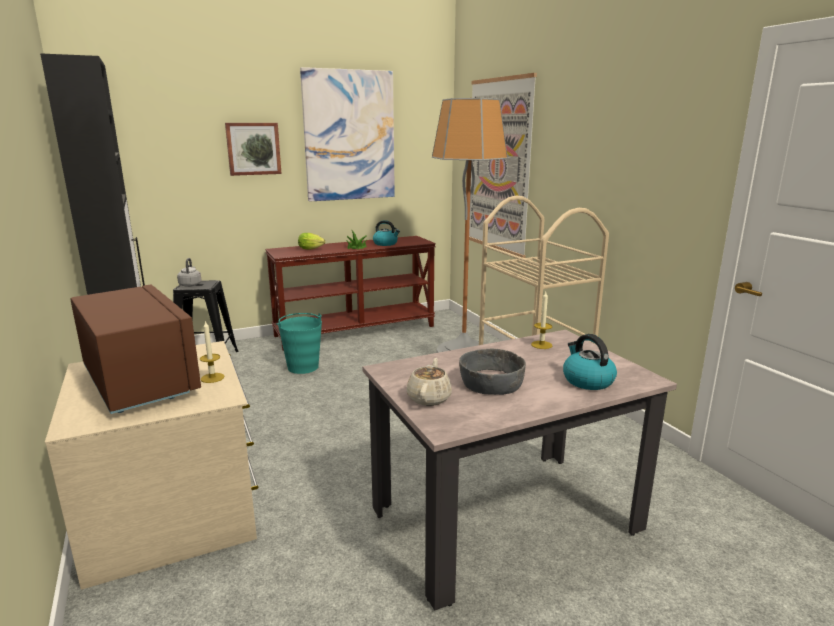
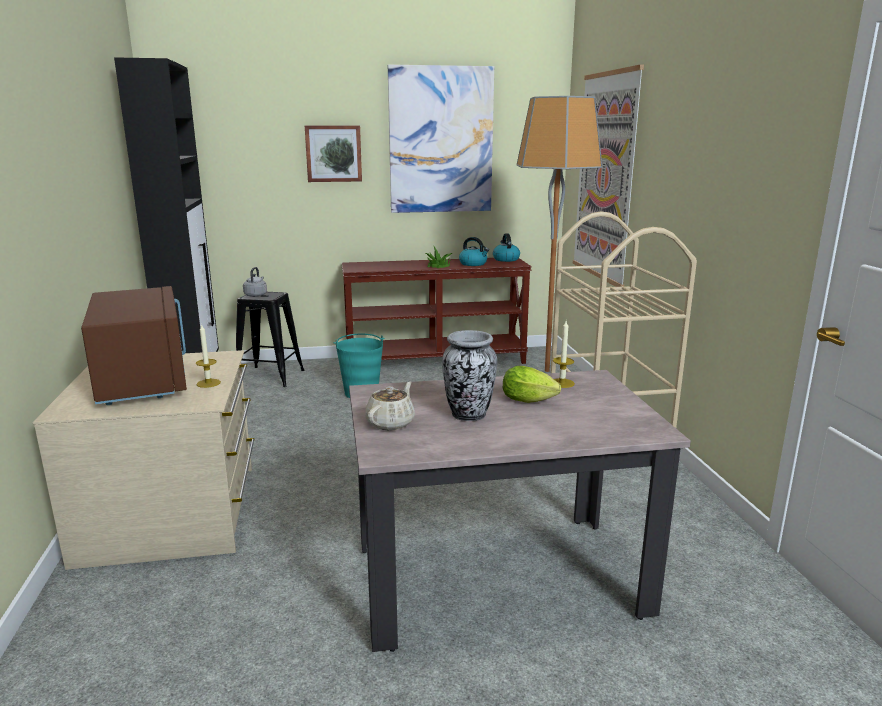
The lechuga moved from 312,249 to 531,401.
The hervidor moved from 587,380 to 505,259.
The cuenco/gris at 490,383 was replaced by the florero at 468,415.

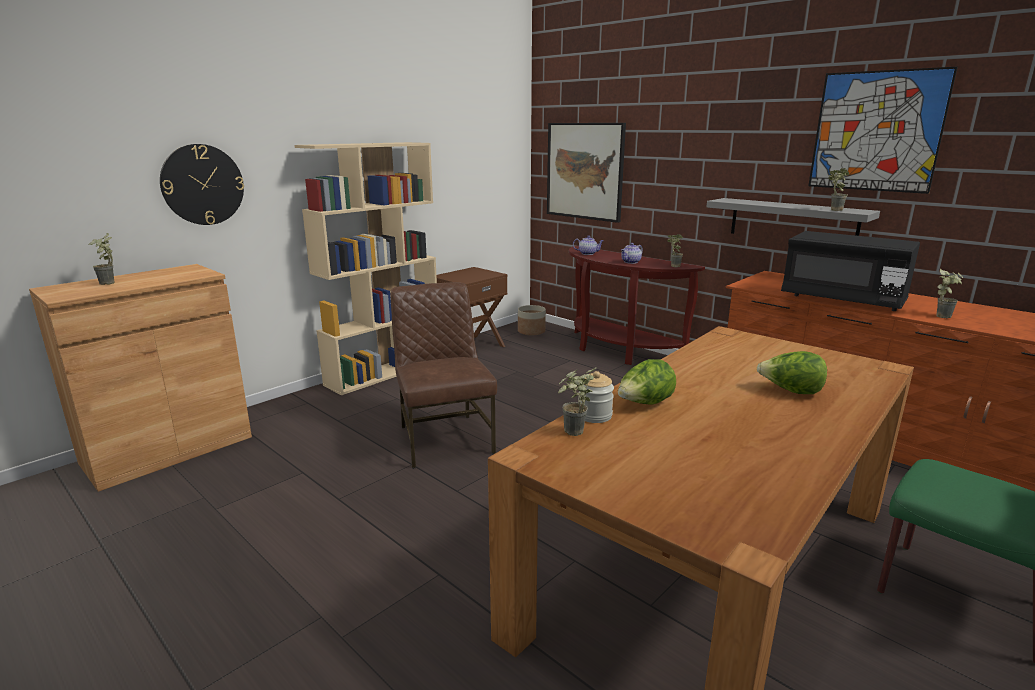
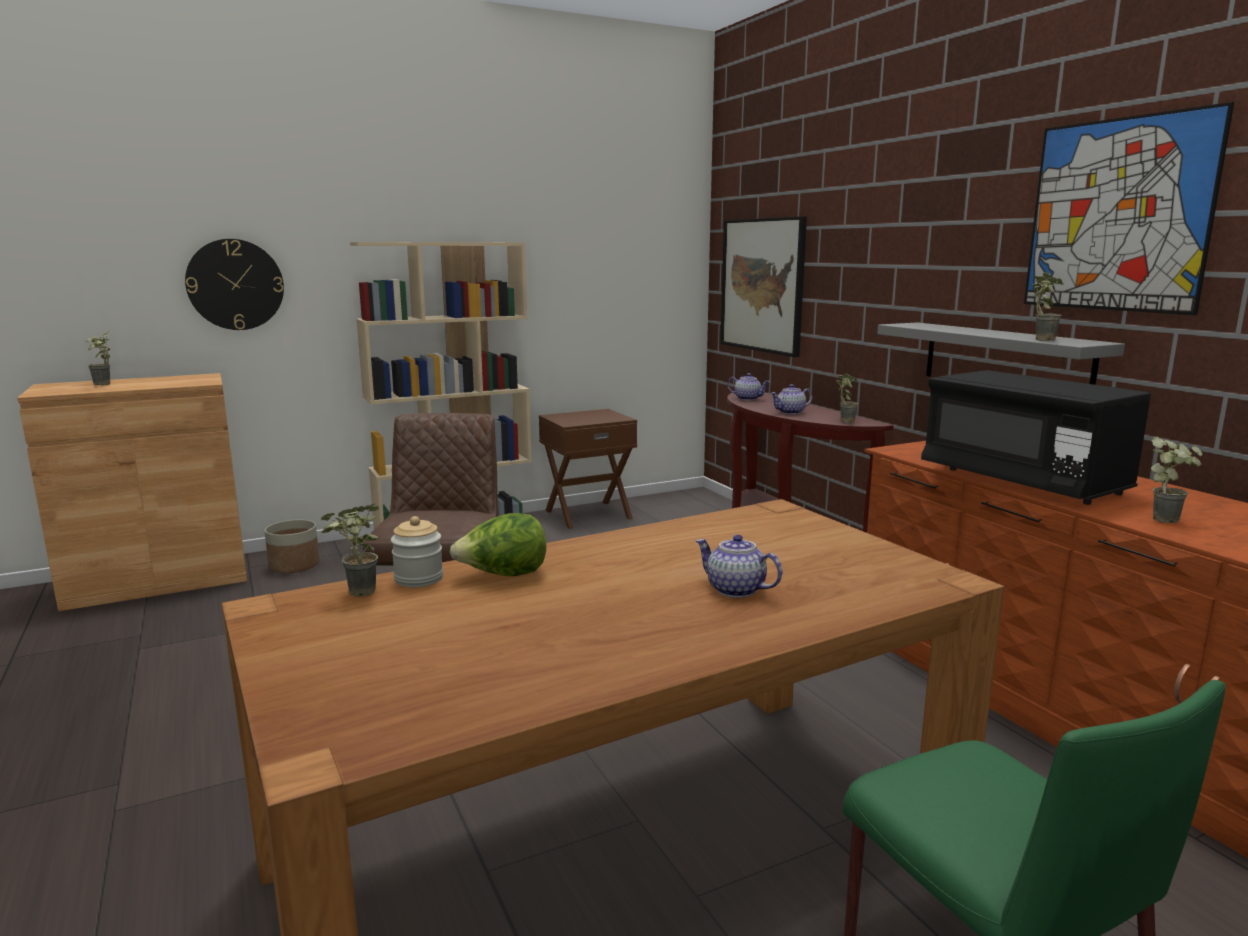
The maceta moved from 531,331 to 294,565.
The lechuga at 790,391 was replaced by the tetera at 735,590.

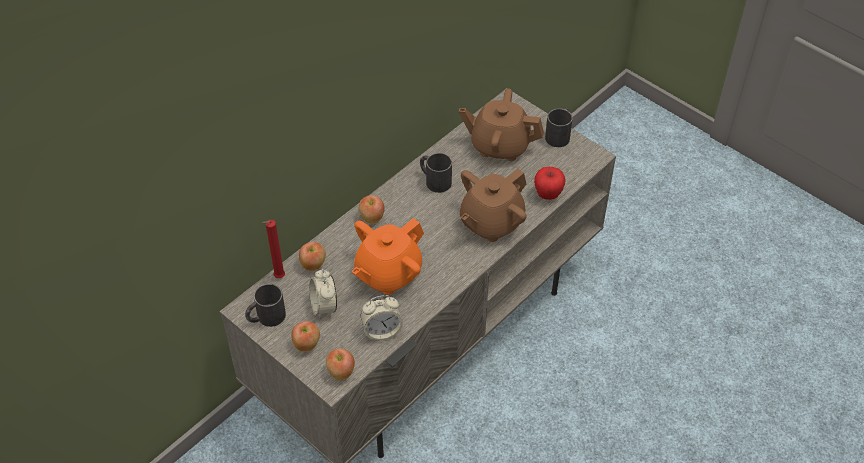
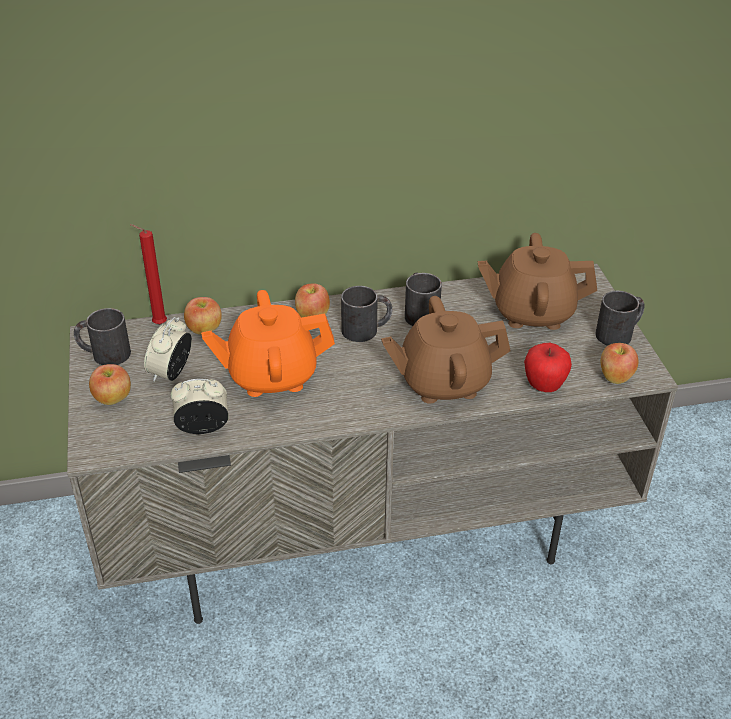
The taza grande/negro at 366,329 appeared.
The manzana moved from 340,372 to 615,377.
The despertador at 382,331 turned 150 degrees clockwise.
The tetera/marrón at 499,145 turned 45 degrees counterclockwise.

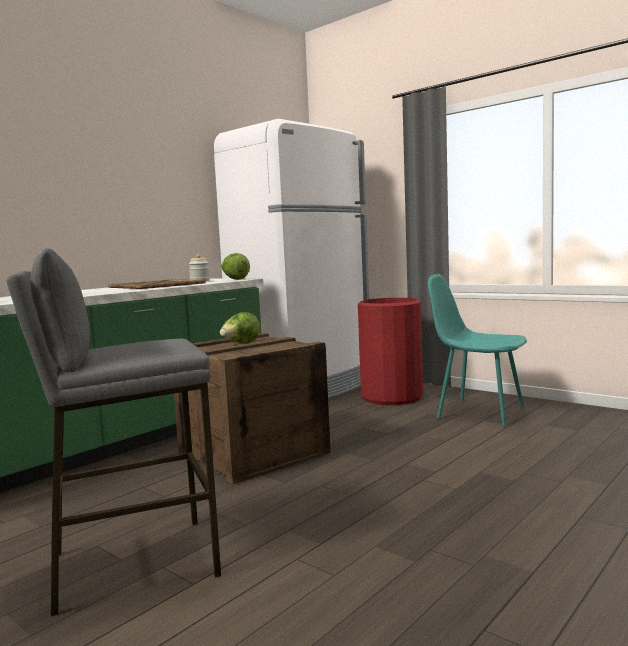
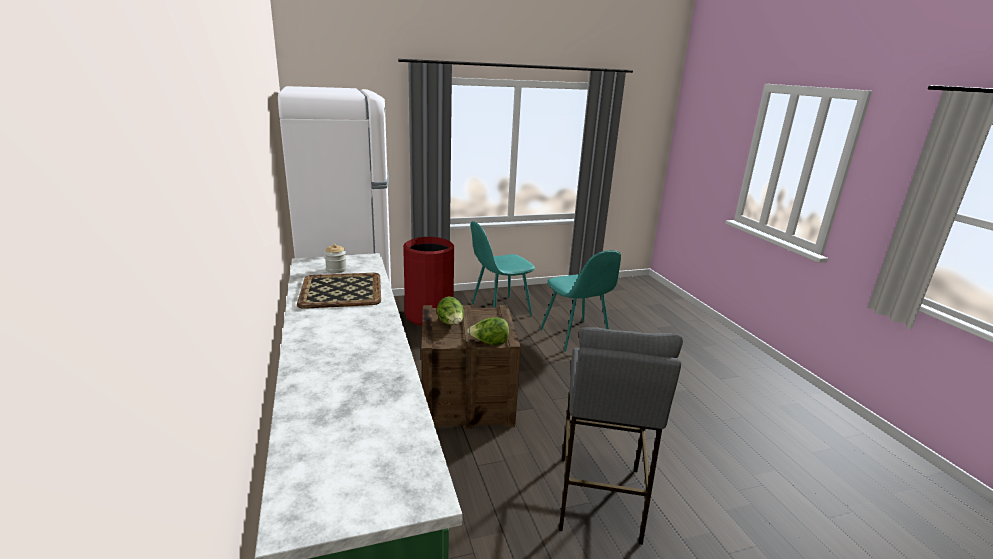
The silla/turquesa at 575,336 appeared.
The lechuga moved from 235,279 to 489,343.

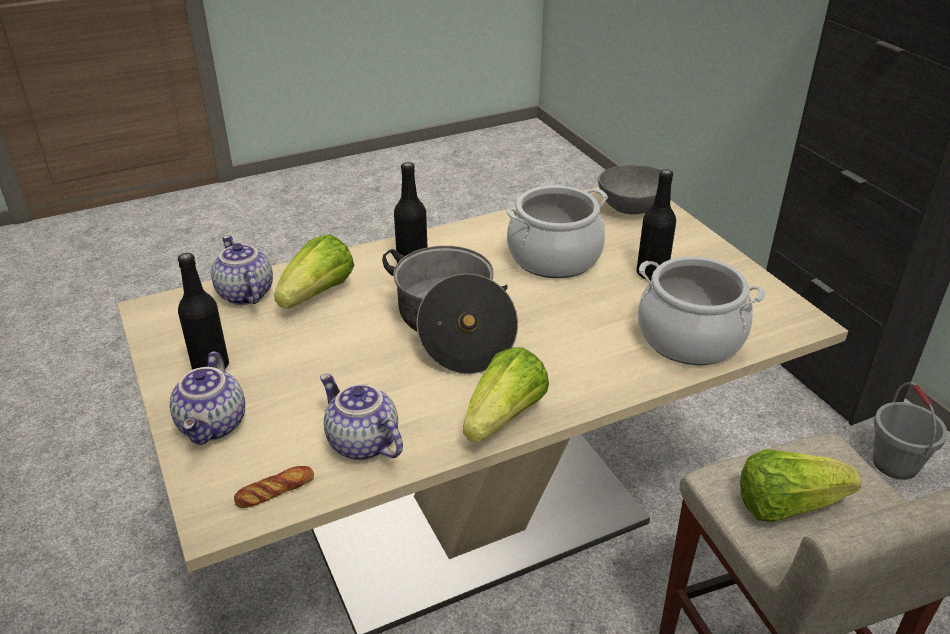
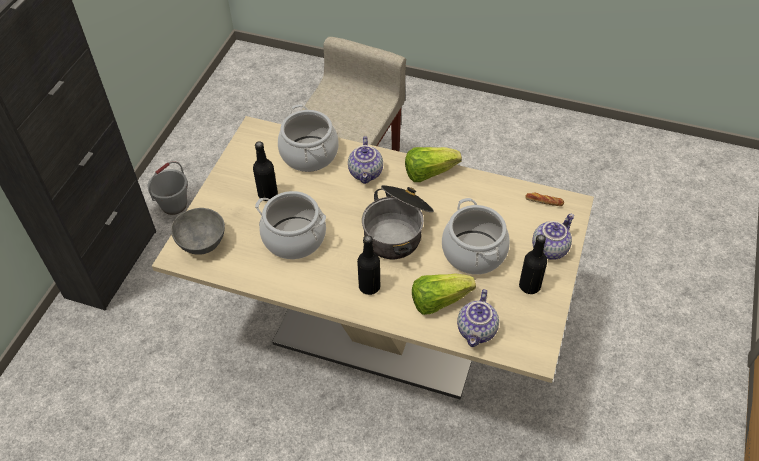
The lechuga at 786,505 disappeared.
The olla at 473,252 appeared.
The tetera moved from 361,443 to 366,173.

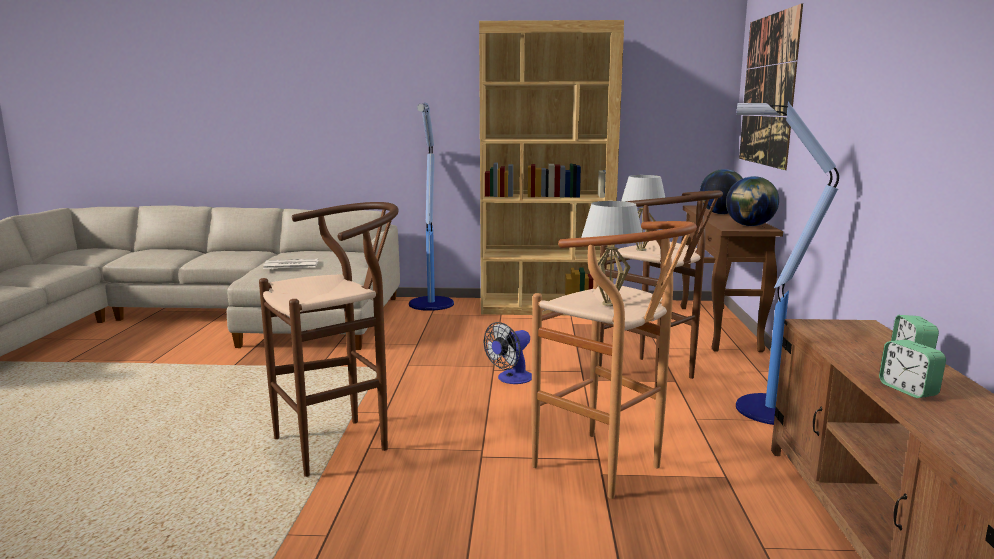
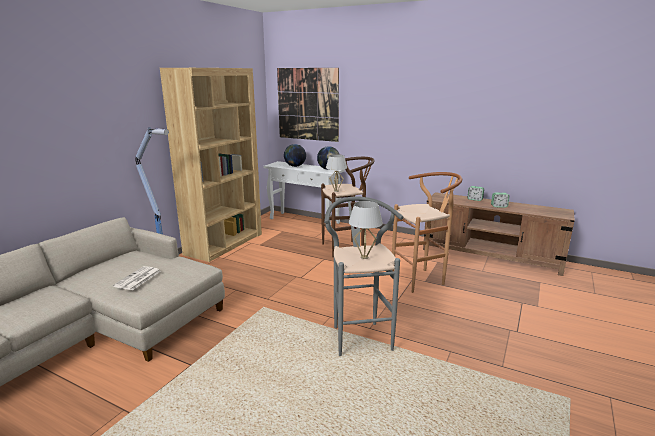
The ventilador at 511,379 disappeared.
The lámpara de pie at 768,409 disappeared.
The lámpara de mesa/blanco moved from 609,304 to 364,257.
The taburete/marrón at 342,443 became the taburete/gris at 359,335.
The mesa consola/marrón at 719,328 became the mesa consola/blanco at 305,221.

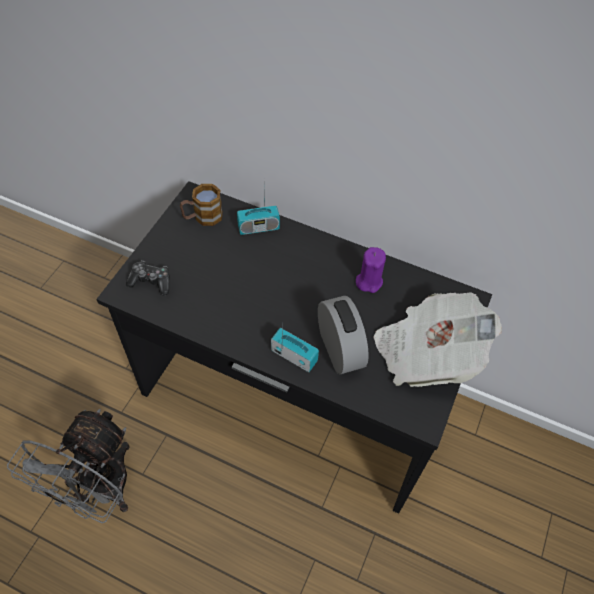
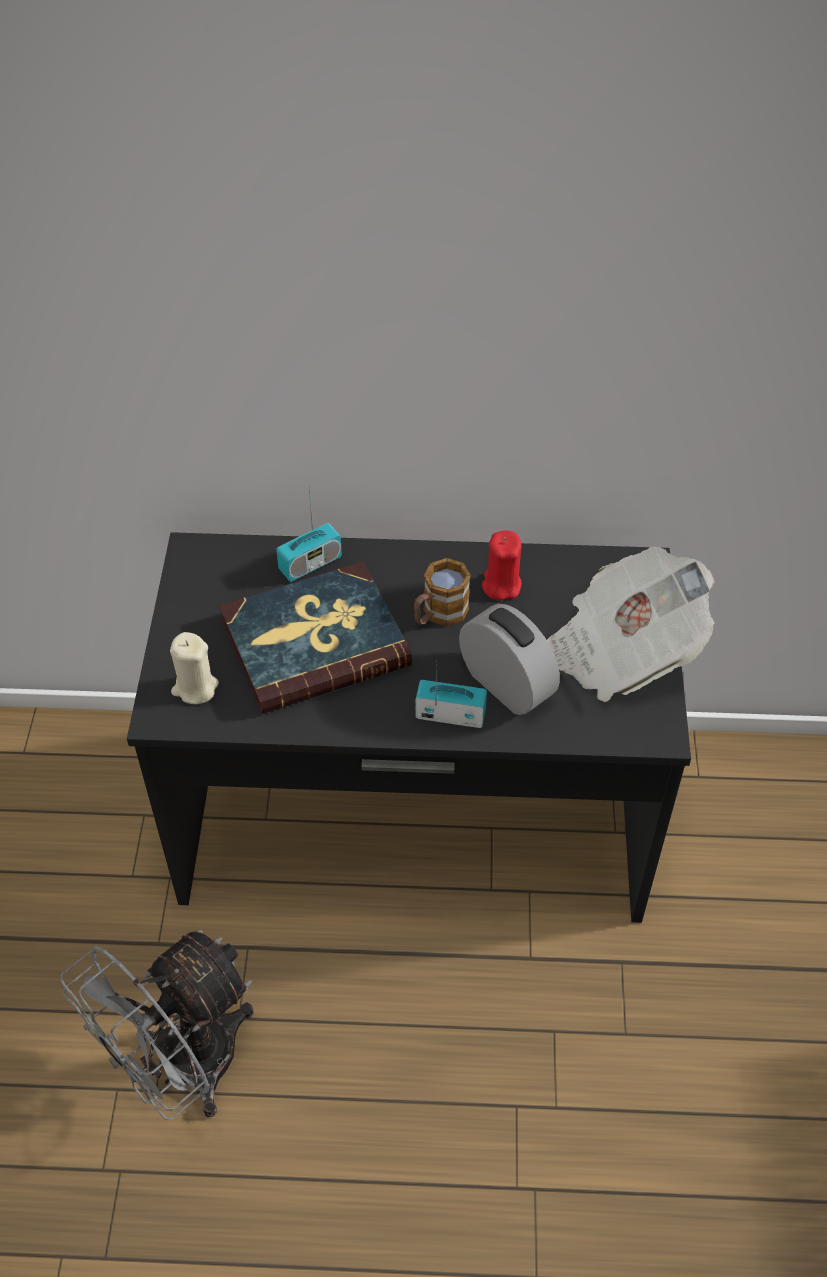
The libro at 314,642 appeared.
The taza grande moved from 202,217 to 439,614.
The mando de consola at 151,281 was replaced by the vela/beis at 195,688.
The vela/morado at 368,281 became the vela/rojo at 501,585.
The ventilador/gris at 99,491 turned 45 degrees clockwise.

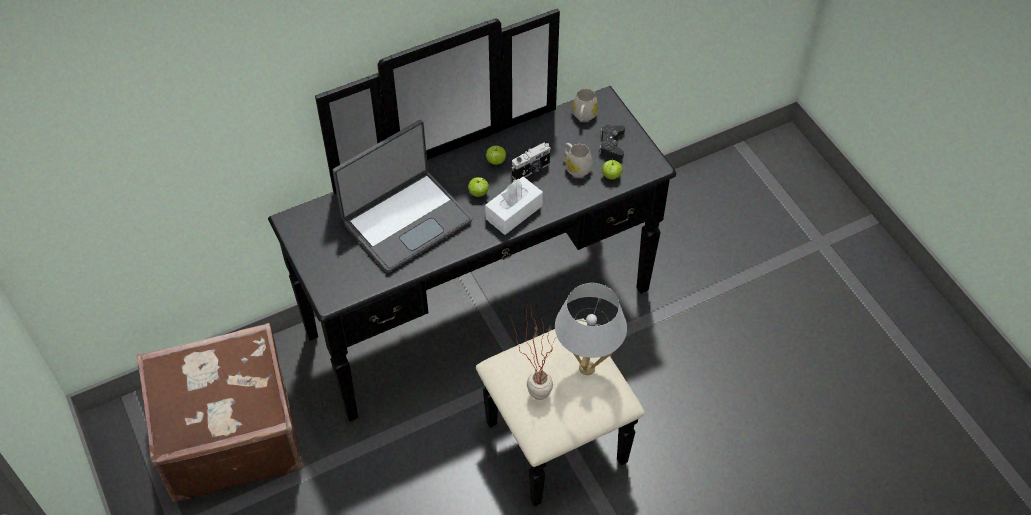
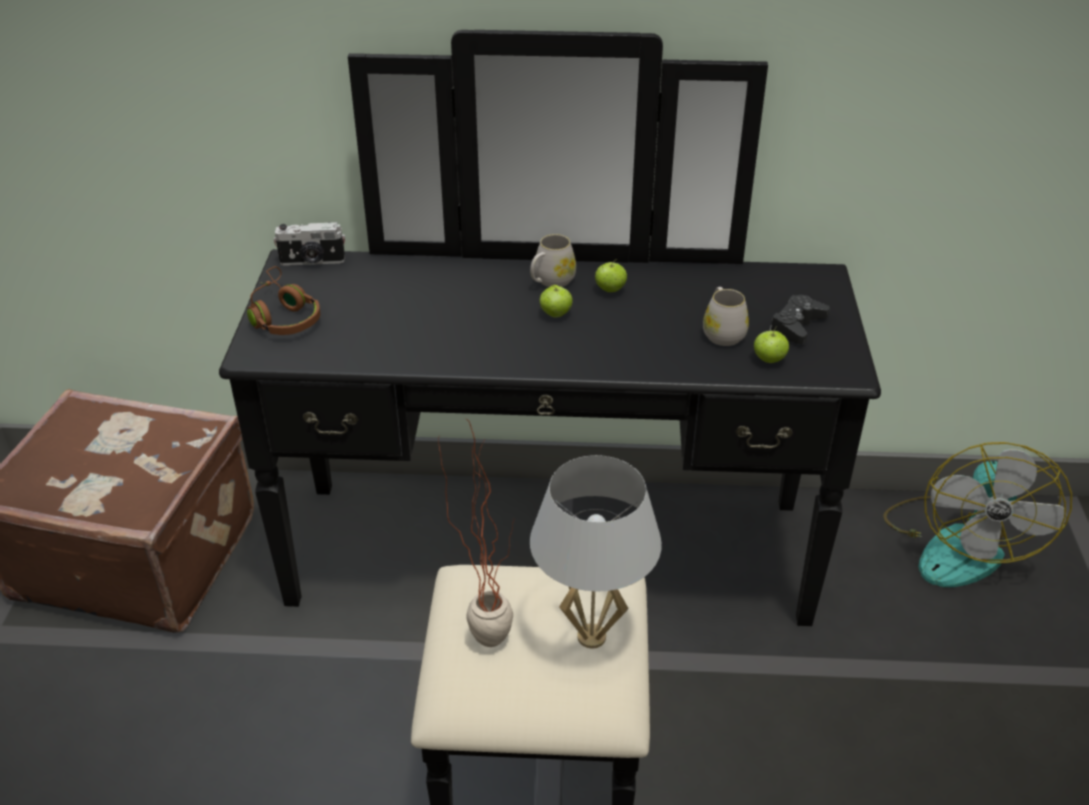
The portátil at 406,220 disappeared.
The caja de pañuelos/blanco at 514,212 disappeared.
The auriculares/marrón at 283,316 appeared.
The ventilador at 959,543 appeared.
The cámara moved from 532,170 to 312,262.
The taza grande/blanco moved from 584,116 to 550,281.

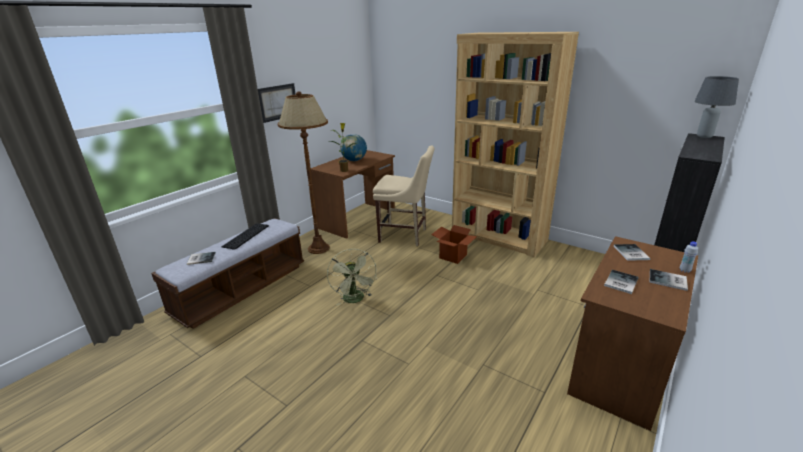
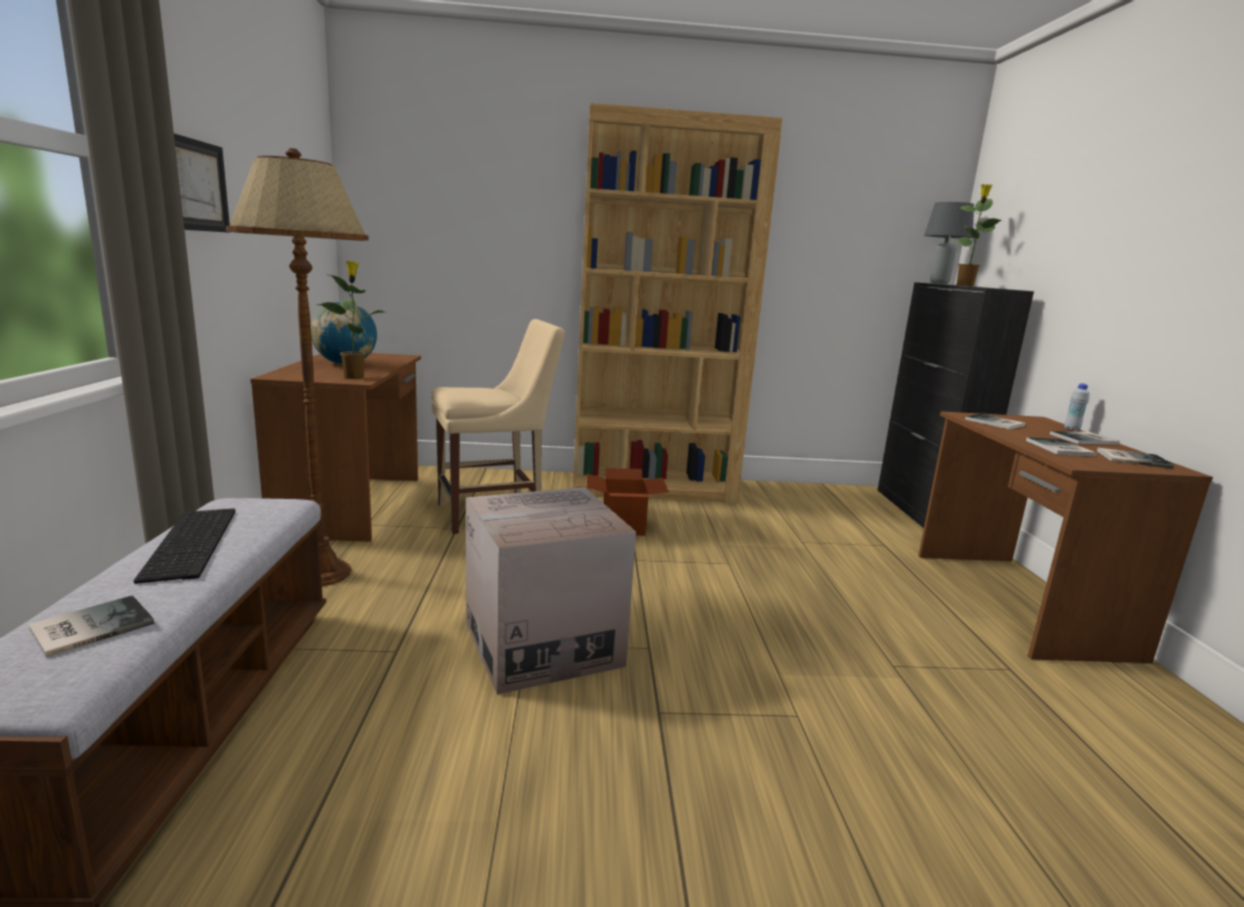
The planta en maceta at 965,285 appeared.
The libro at 1130,458 appeared.
The ventilador/verde at 355,300 was replaced by the caja de cartón at 542,644.

